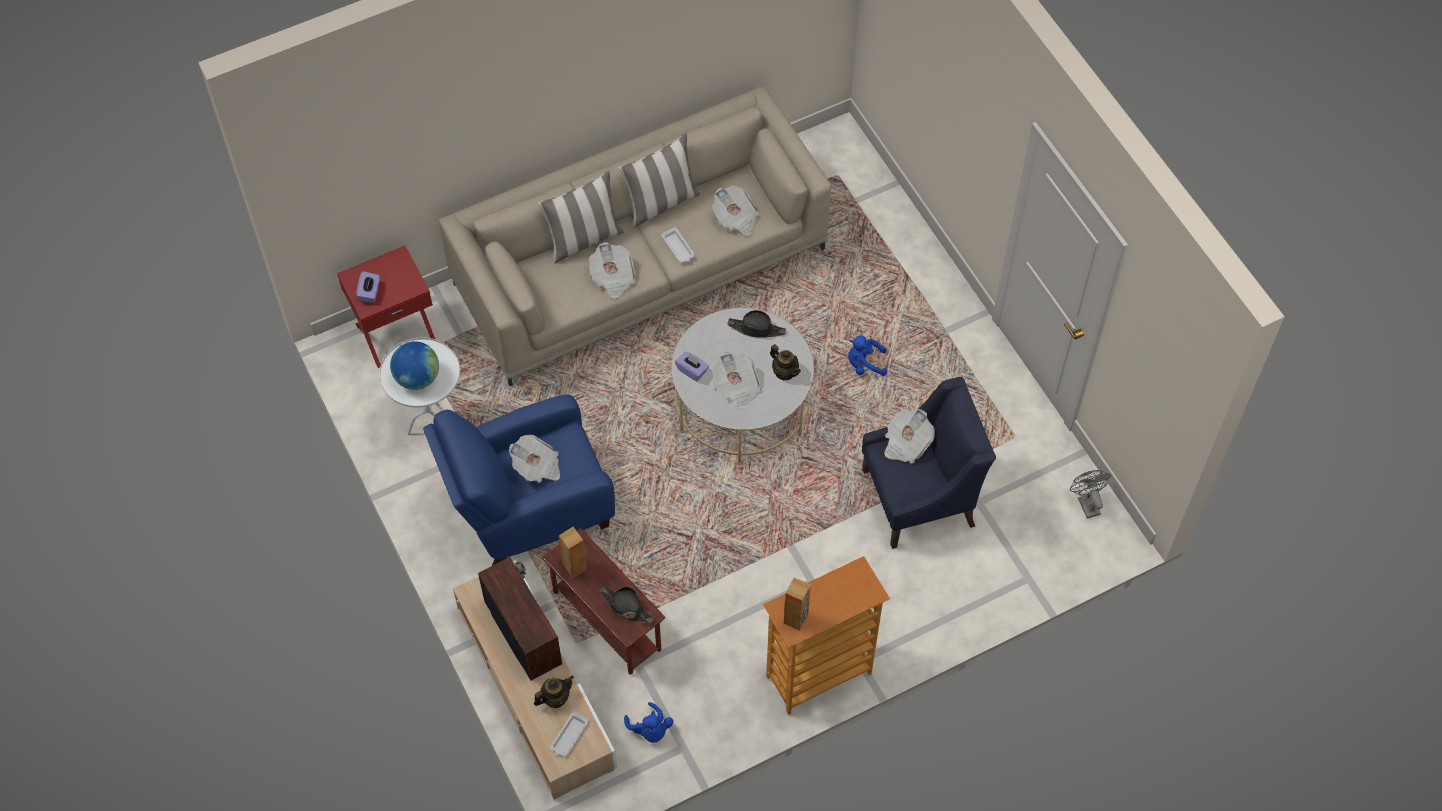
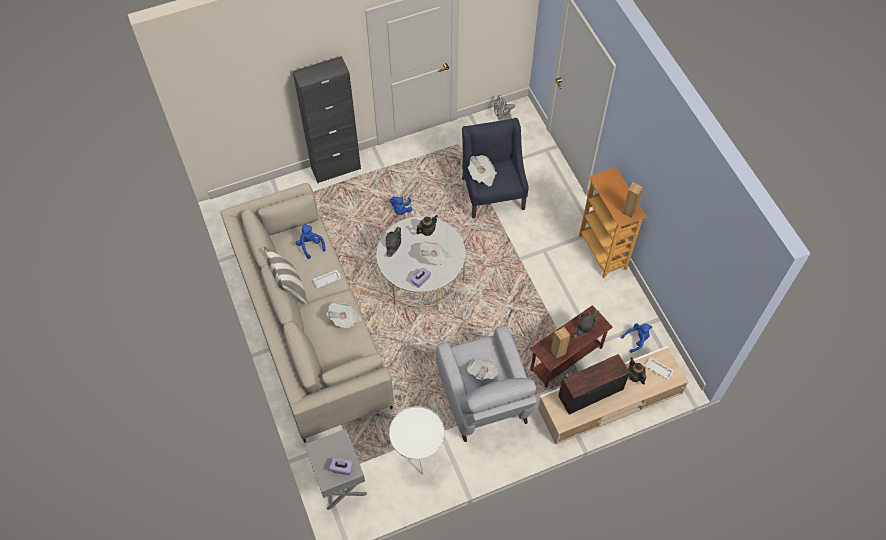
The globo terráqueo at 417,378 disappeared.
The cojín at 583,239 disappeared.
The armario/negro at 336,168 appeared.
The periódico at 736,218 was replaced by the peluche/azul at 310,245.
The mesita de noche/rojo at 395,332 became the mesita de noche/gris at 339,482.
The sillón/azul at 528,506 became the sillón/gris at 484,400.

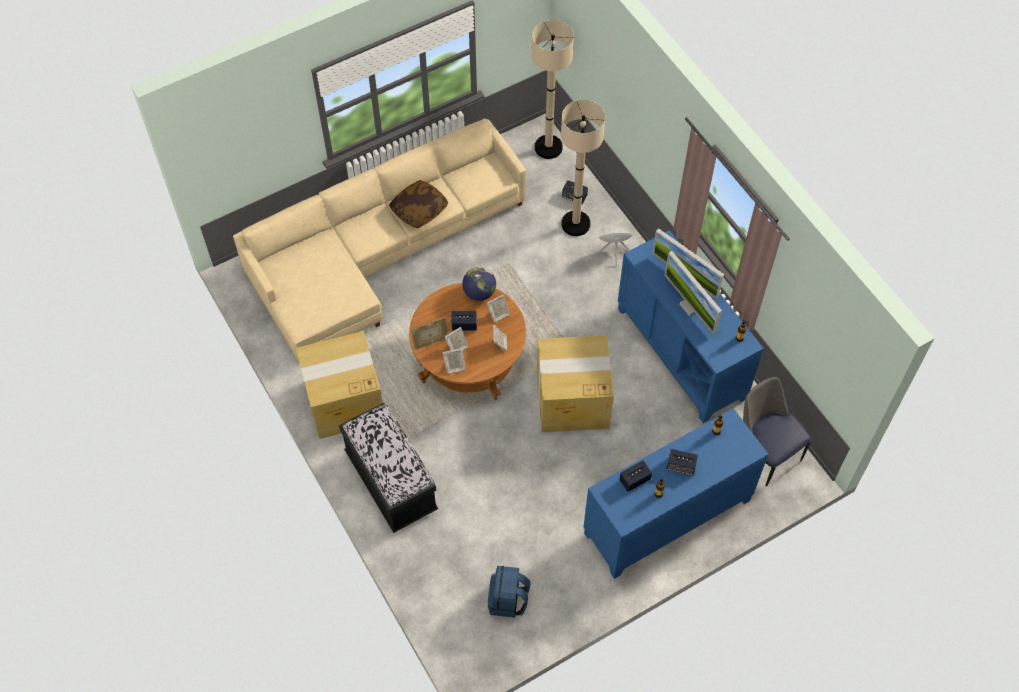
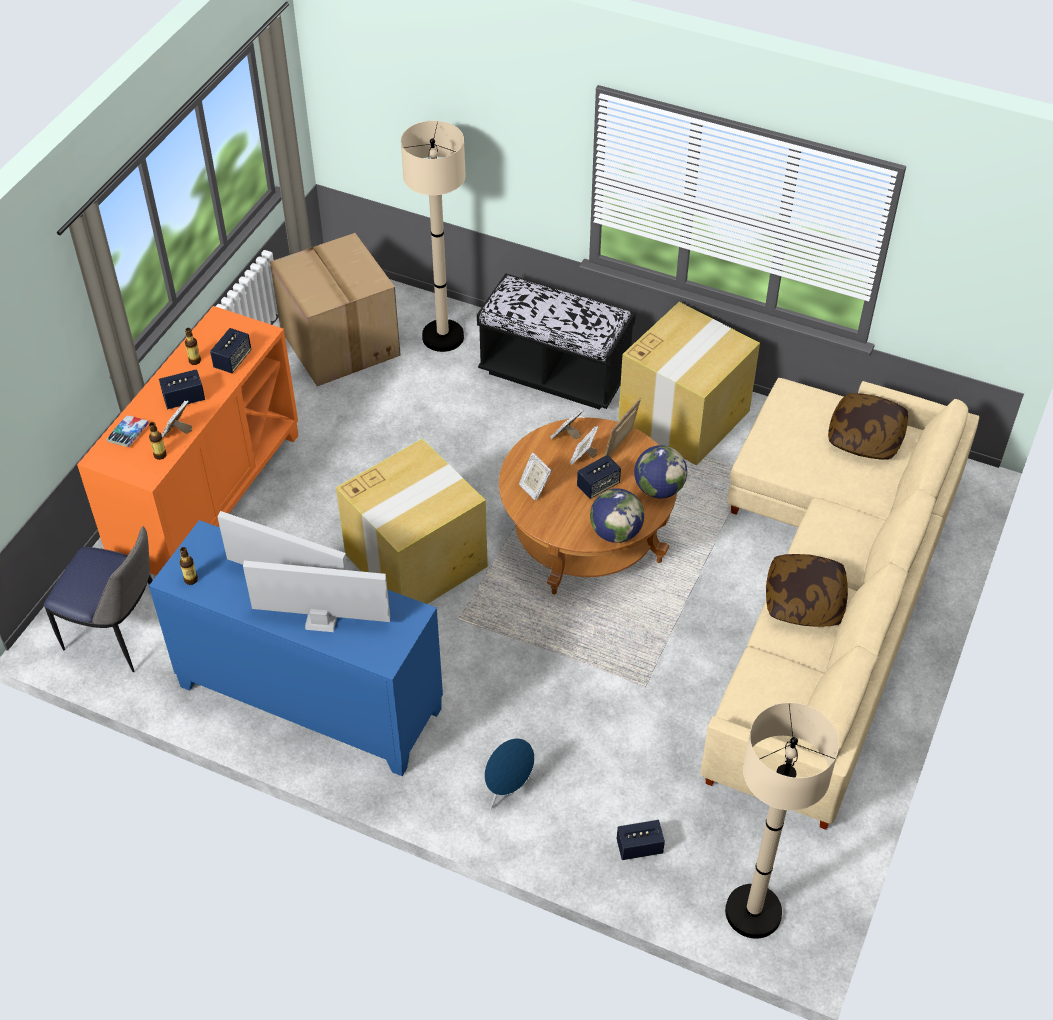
The libro at 128,434 appeared.
The globo terráqueo at 658,489 appeared.
The cojín at 865,437 appeared.
The portarretratos moved from 498,314 to 177,432.
The lámpara de pie/beis moved from 575,224 to 443,337.
The mochila/azul at 508,600 was replaced by the caja de cartón at 338,342.
The armario/azul at 667,518 became the armario/naranja at 207,499.

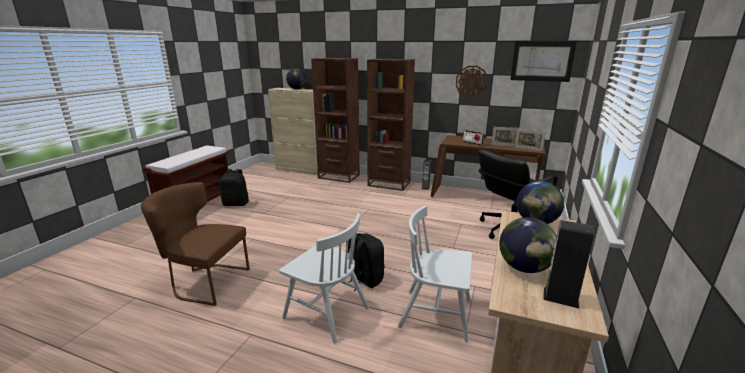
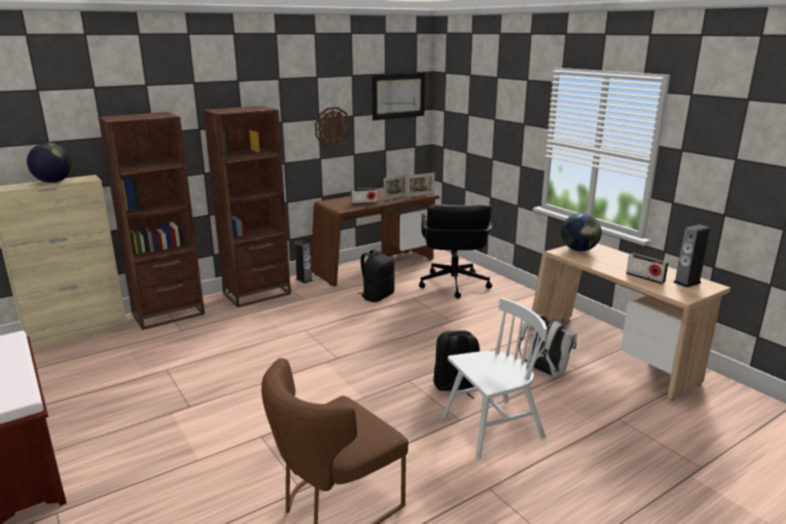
The mochila/negro moved from 236,204 to 377,296.
The silla/blanco at 436,314 was replaced by the mochila/blanco at 545,371.
The globo terráqueo at 524,268 was replaced by the radio at 645,278.

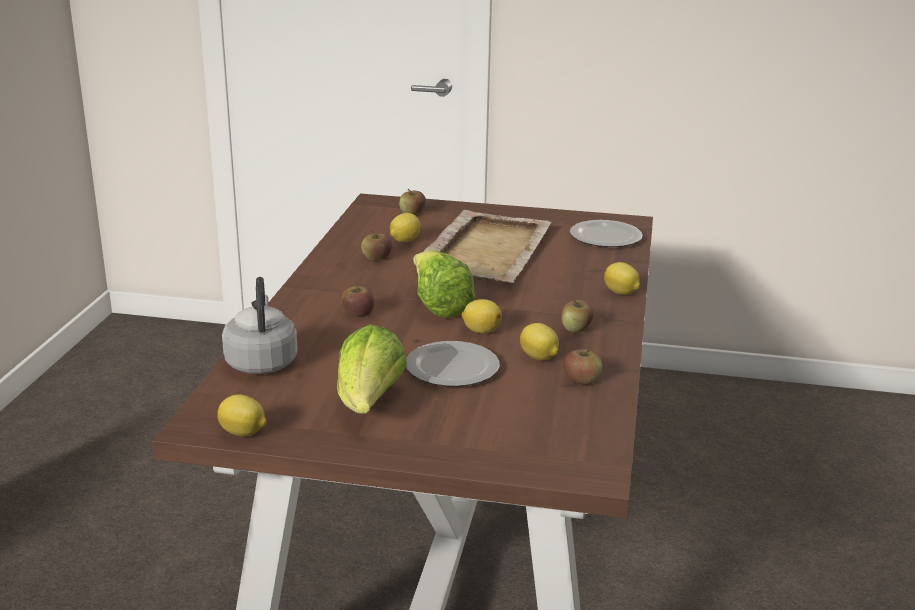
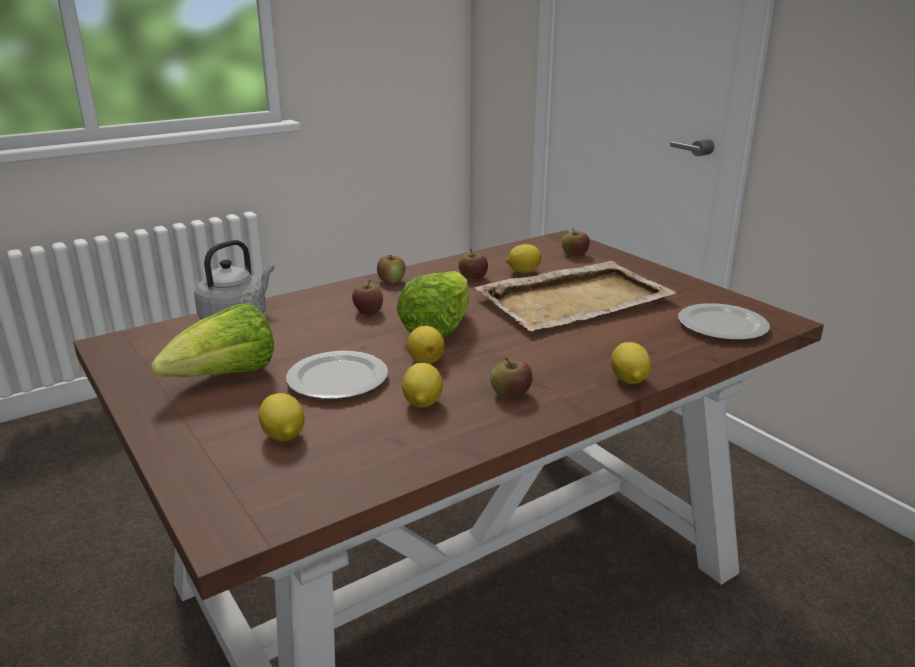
The limón moved from 243,433 to 283,437.
The manzana moved from 581,380 to 391,281.

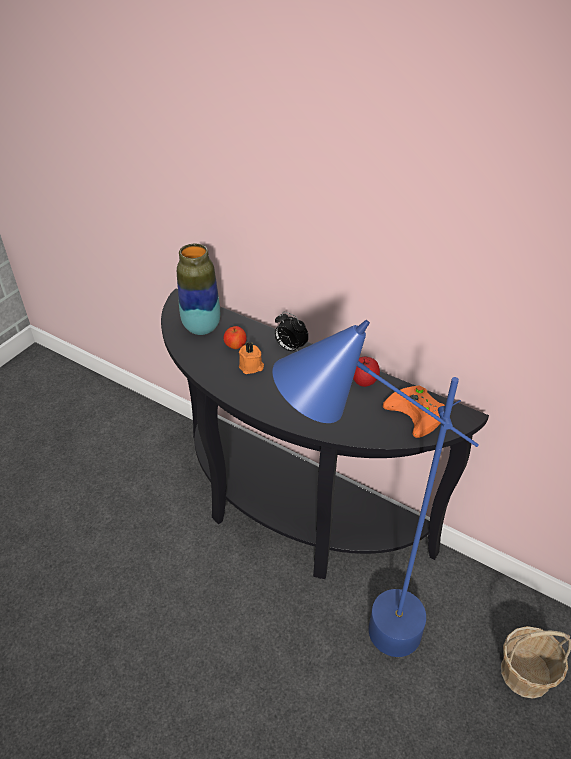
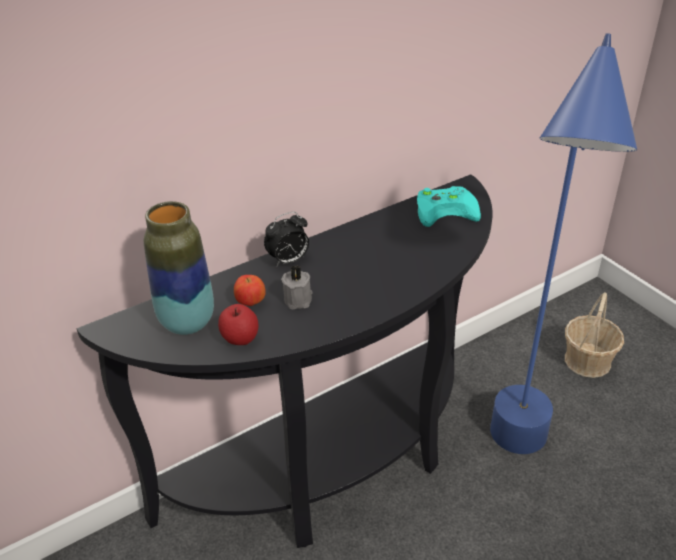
The manzana moved from 364,381 to 240,338.
The vela/naranja at 251,367 became the vela/gris at 299,299.
The mando de consola/naranja at 419,413 became the mando de consola/turquesa at 447,209.

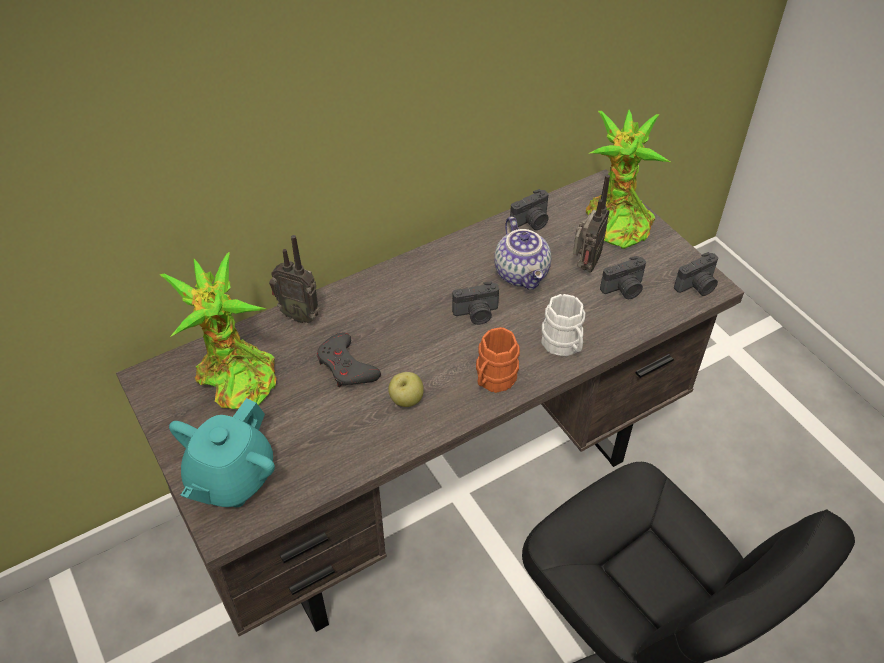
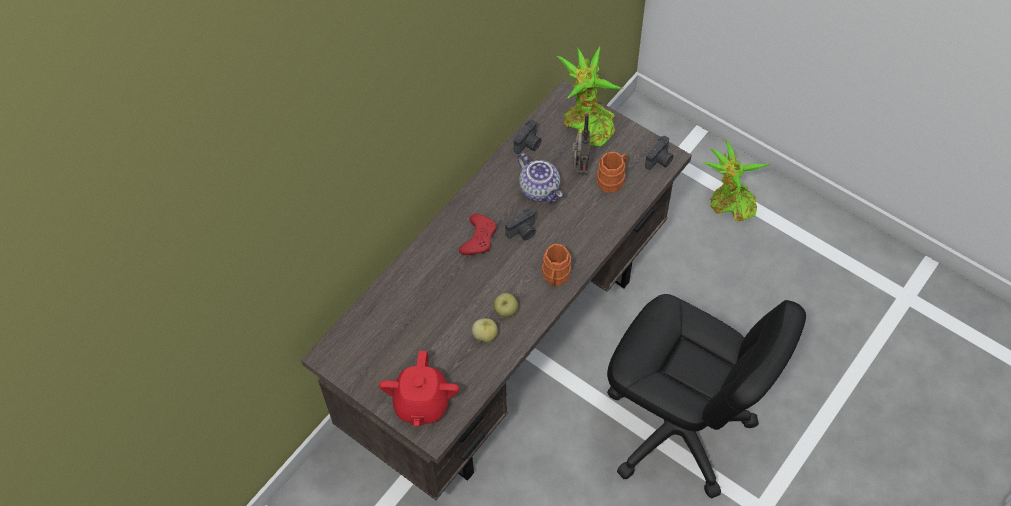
The radio at 300,314 disappeared.
The mando de consola/gris at 346,366 disappeared.
The taza grande/blanco at 564,346 disappeared.
The mando de consola/rojo at 478,238 appeared.
The manzana at 485,335 appeared.
The planta en maceta moved from 233,376 to 729,203.
The cámara at 624,289 was replaced by the taza grande/naranja at 613,179.
The tetera/turquesa at 231,478 became the tetera/rojo at 421,403.

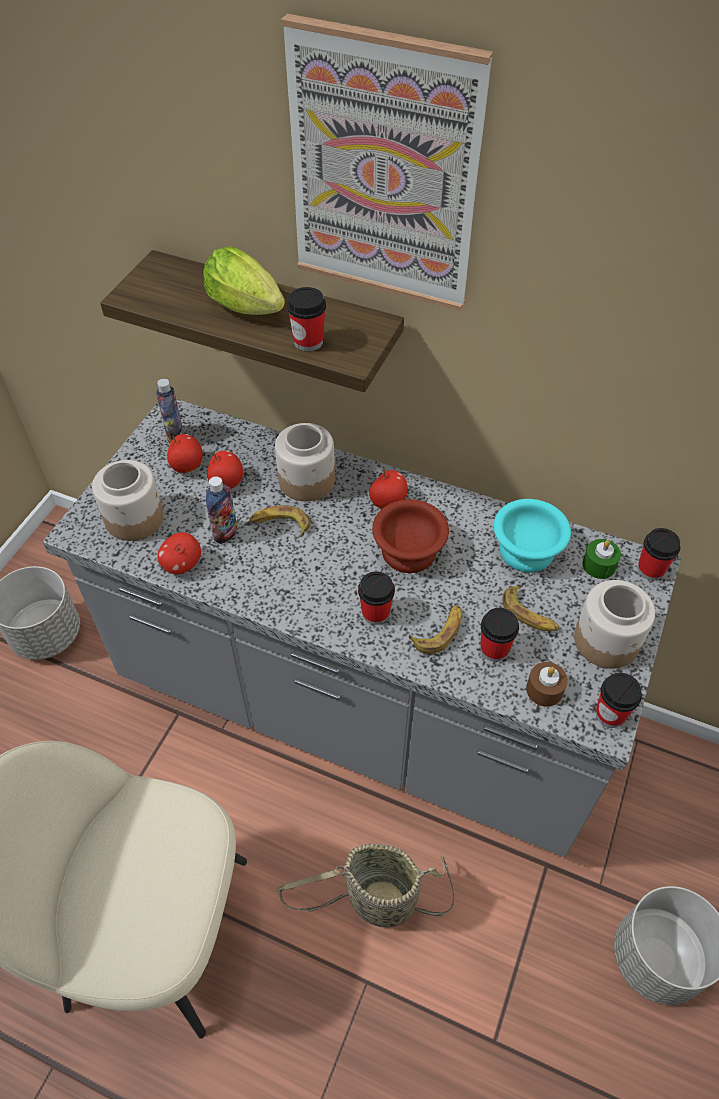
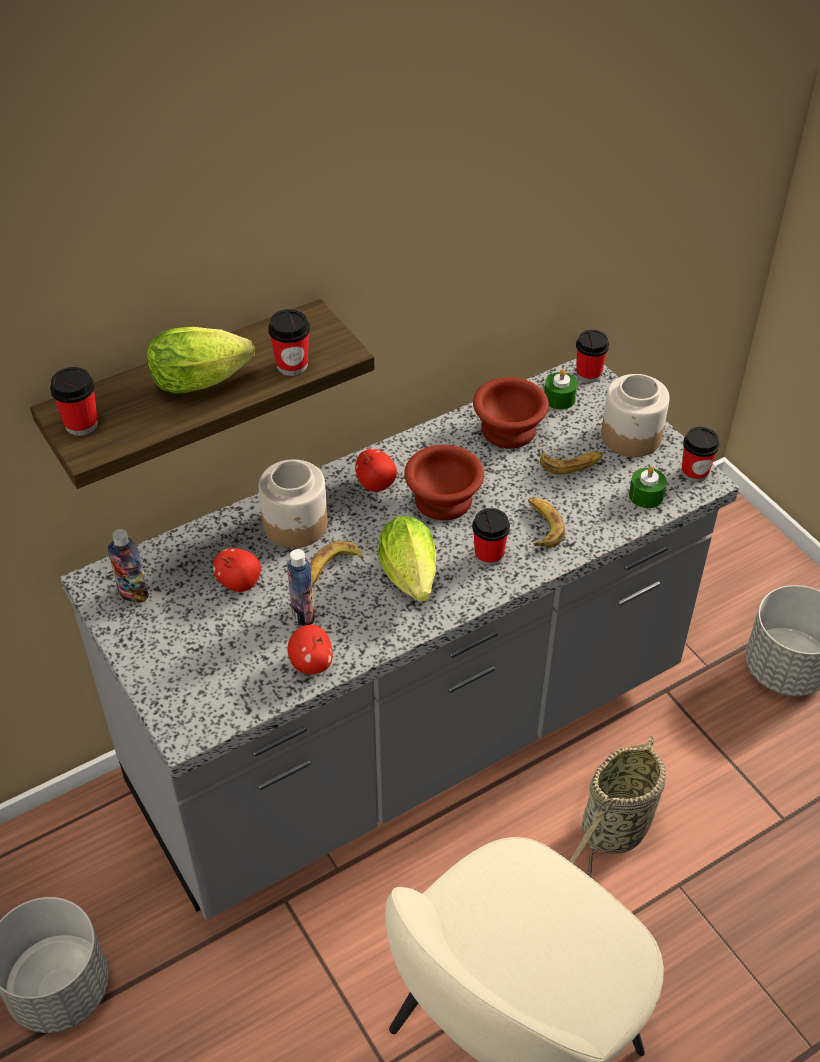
The tarro at 135,518 disappeared.
The manzana at 187,465 disappeared.
The cuadro at 384,171 disappeared.
The lechuga at 411,580 appeared.
The taza moved from 494,649 to 81,424.
The cuenco/turquesa at 528,552 became the cuenco/marrón at 510,429.
The vela/marrón at 544,690 became the vela/verde at 646,495.

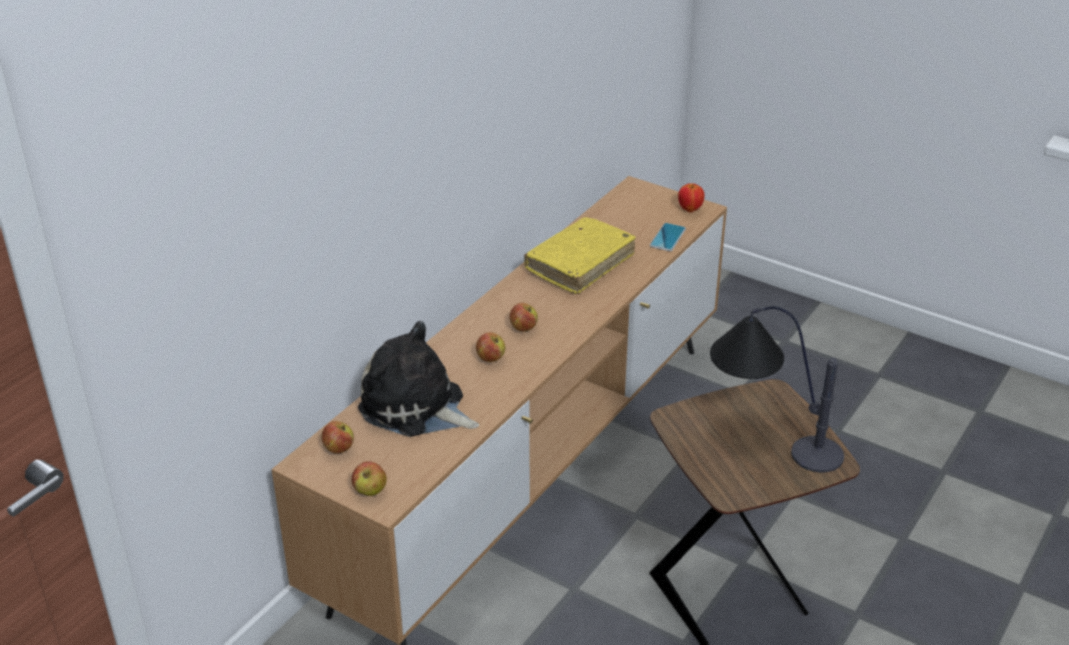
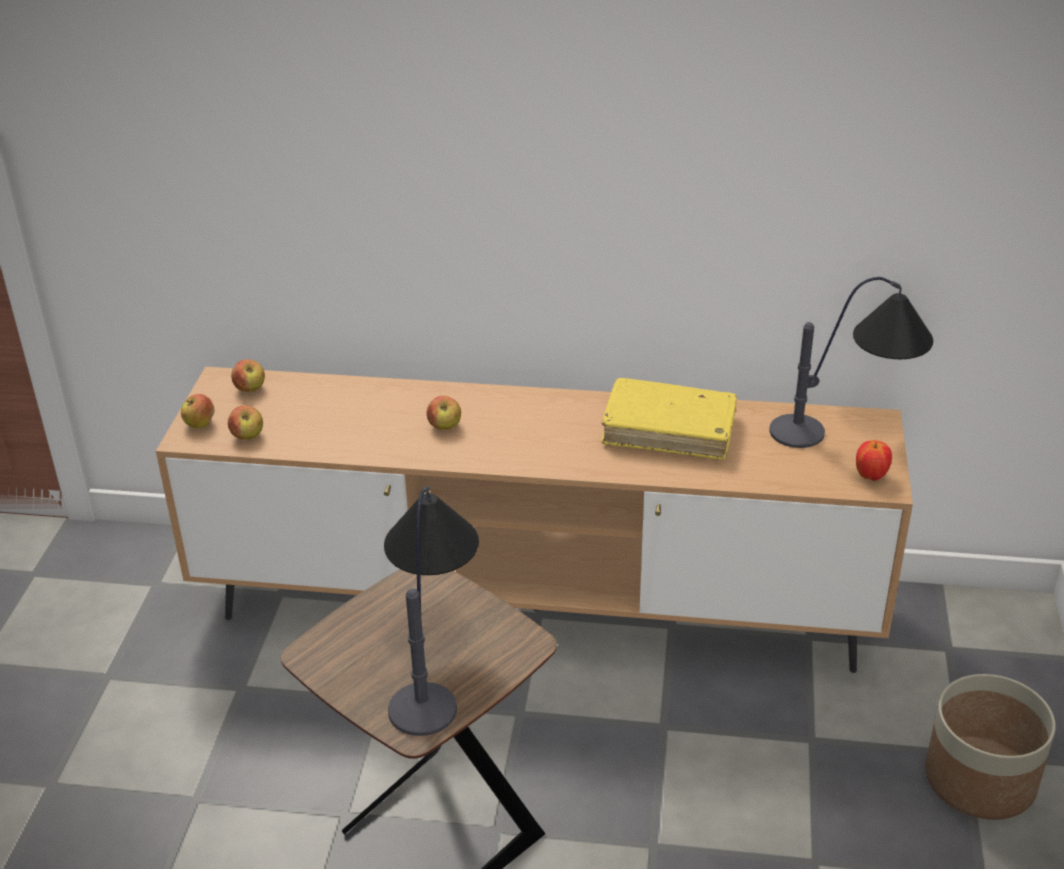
The peluche at 416,407 disappeared.
The móvil at 667,238 disappeared.
The lámpara de mesa at 849,423 appeared.
The maceta at 979,779 appeared.
The manzana moved from 523,328 to 247,436.

